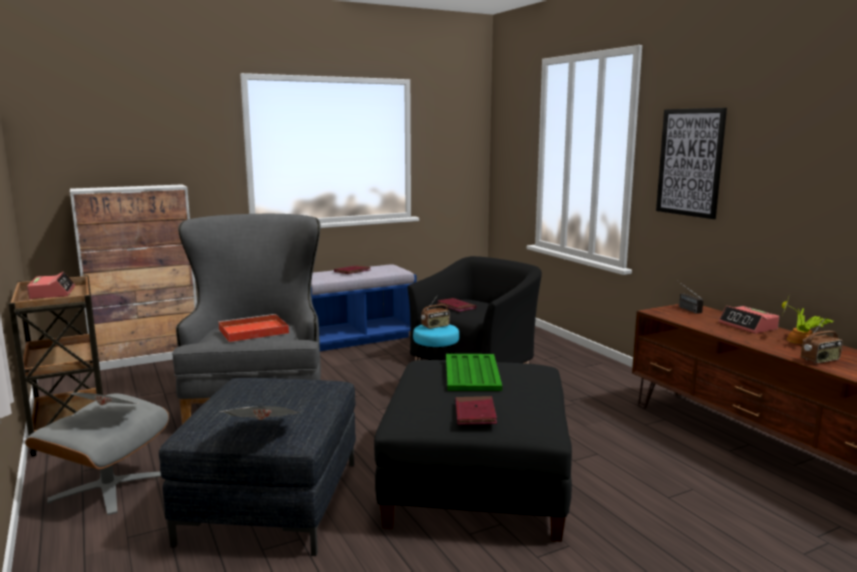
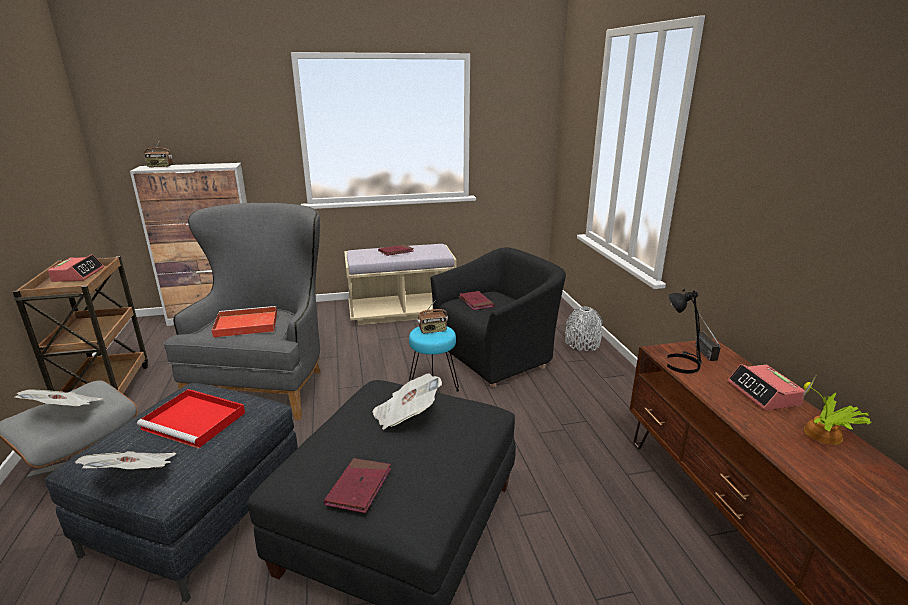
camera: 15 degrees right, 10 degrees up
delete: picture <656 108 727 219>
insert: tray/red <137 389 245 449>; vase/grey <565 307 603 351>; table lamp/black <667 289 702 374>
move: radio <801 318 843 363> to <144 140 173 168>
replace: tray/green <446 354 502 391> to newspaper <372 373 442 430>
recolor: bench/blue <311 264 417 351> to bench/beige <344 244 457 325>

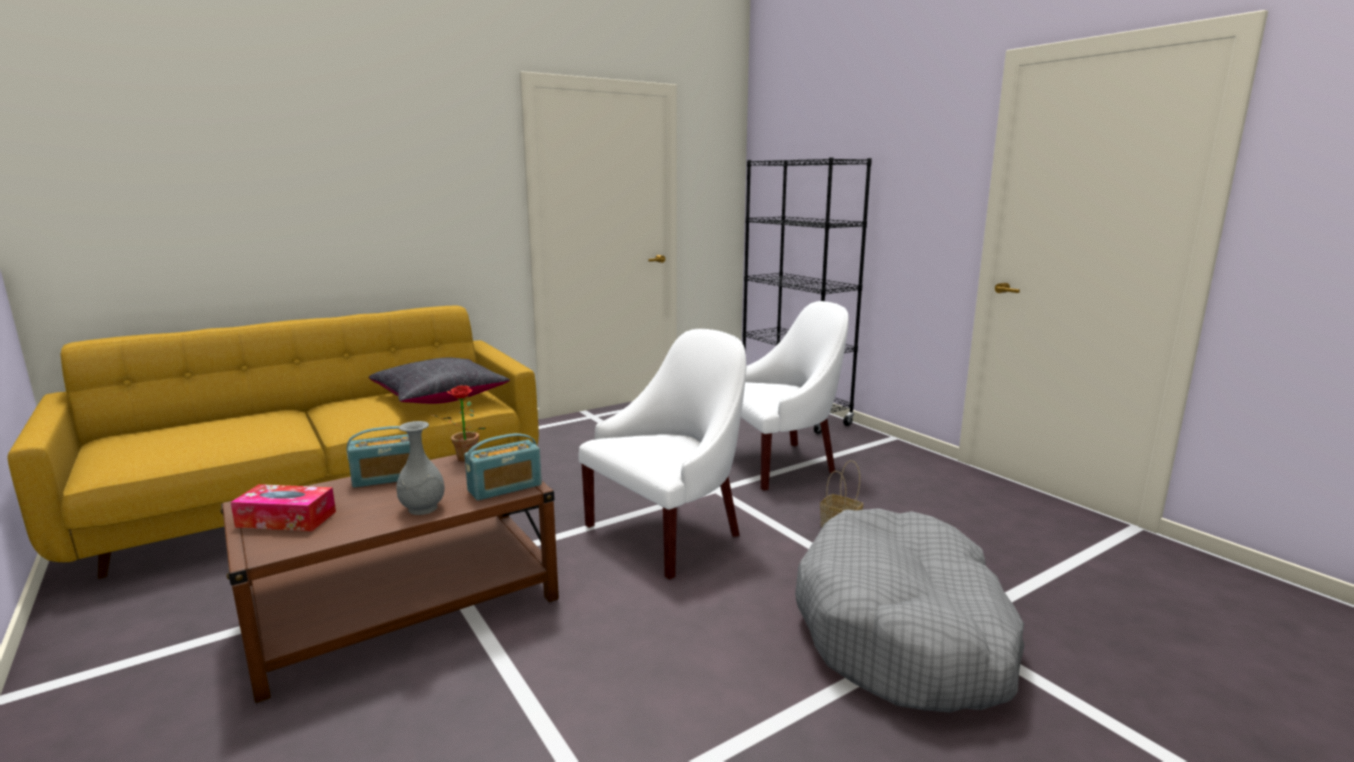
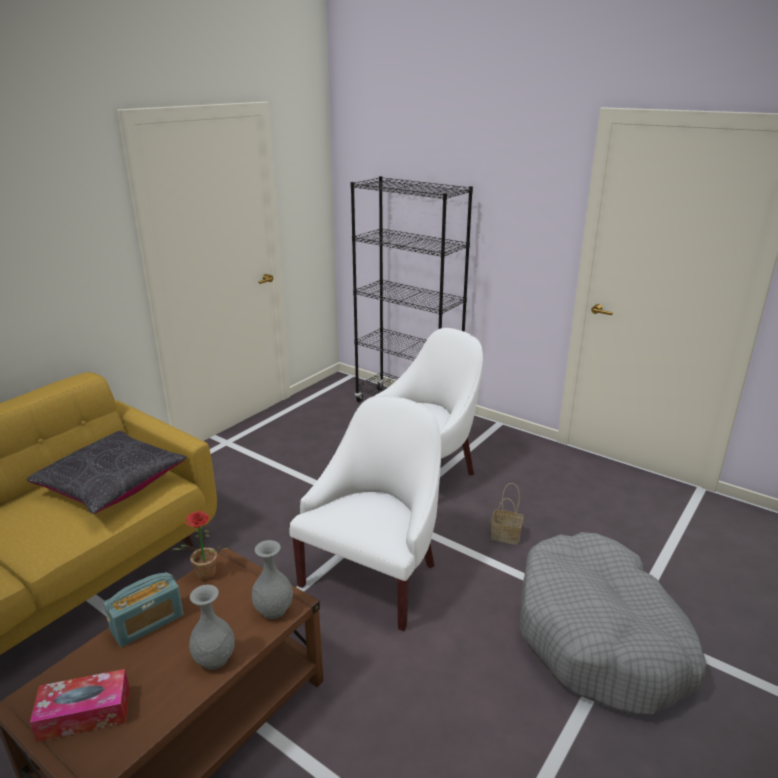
camera: 20 degrees left, 10 degrees up
replace: radio <464 433 542 501> to vase/grey <252 540 293 619>

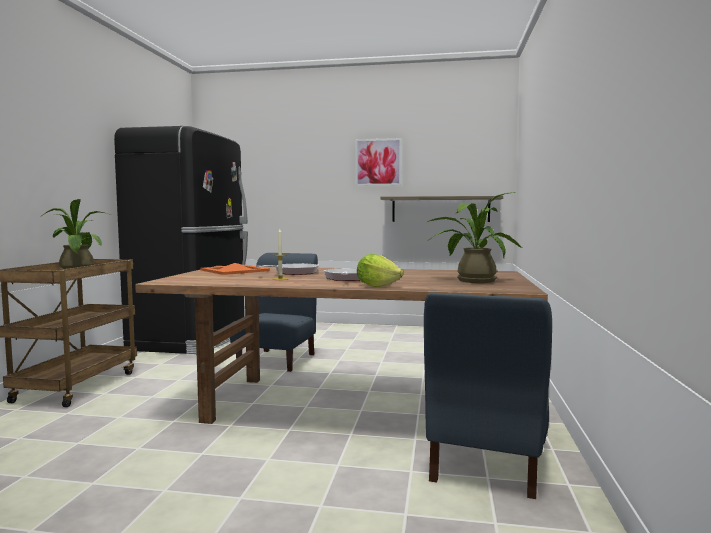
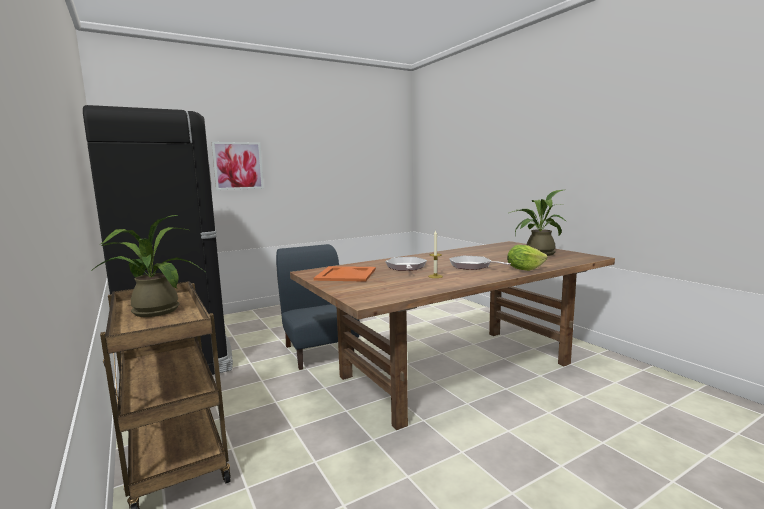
camera: 40 degrees left, 5 degrees up
delete: shelf <381 196 503 222>; chair/blue <424 292 552 499>
move: picture <355 138 402 186> to <212 142 264 190>

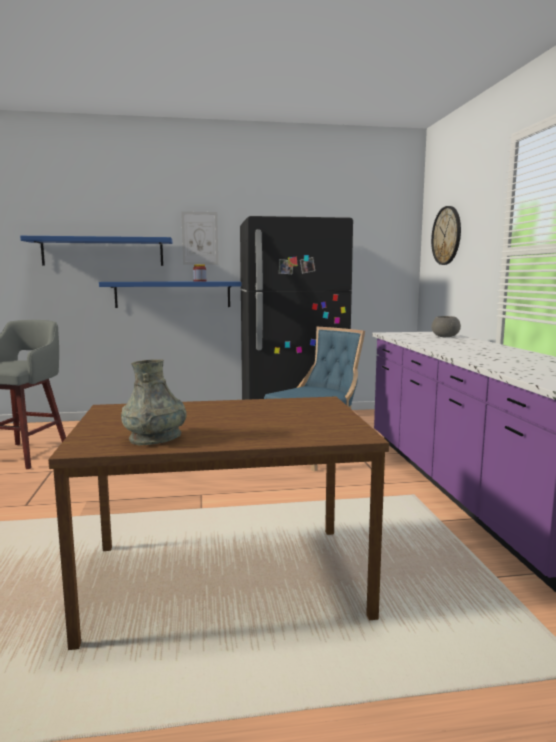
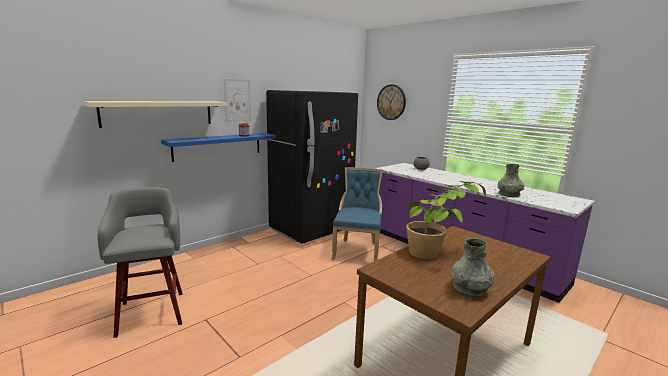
camera: 35 degrees left, 5 degrees up
insert: potted plant <406 181 486 259>; vase/grey <497 164 524 197>
recolor: shelf/blue <20 236 172 266> to shelf/beige <83 101 228 128>

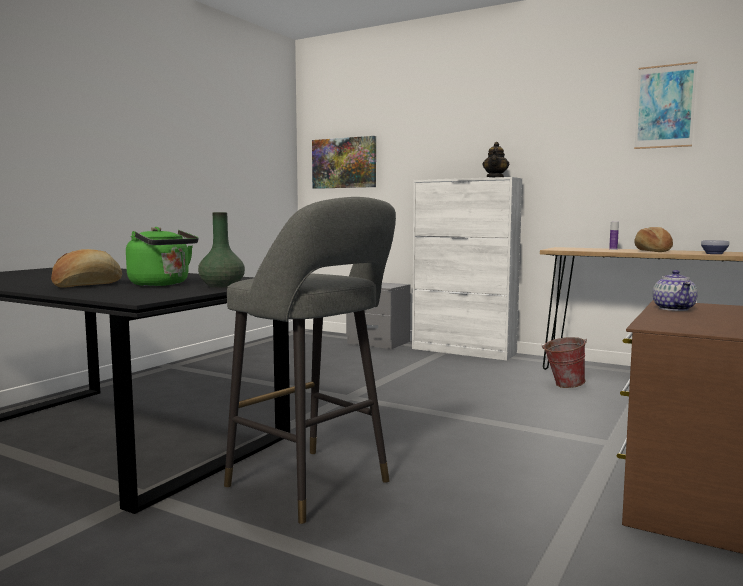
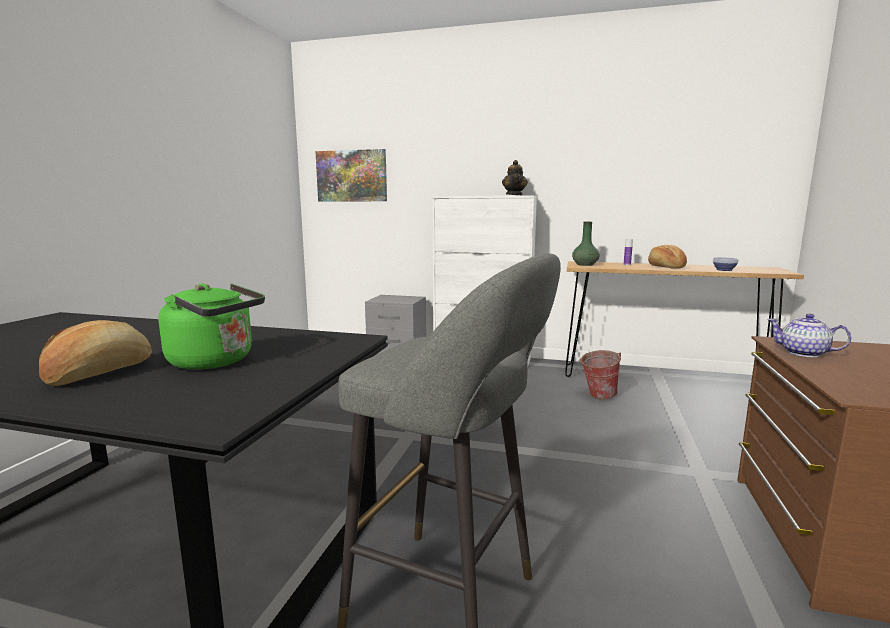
camera: 15 degrees left, 5 degrees up
delete: picture <634 62 697 149>
move: vase/green <198 212 245 288> to <572 222 600 266>
rotate: teapot <653 270 698 311> = <767 314 851 357> 135 degrees clockwise

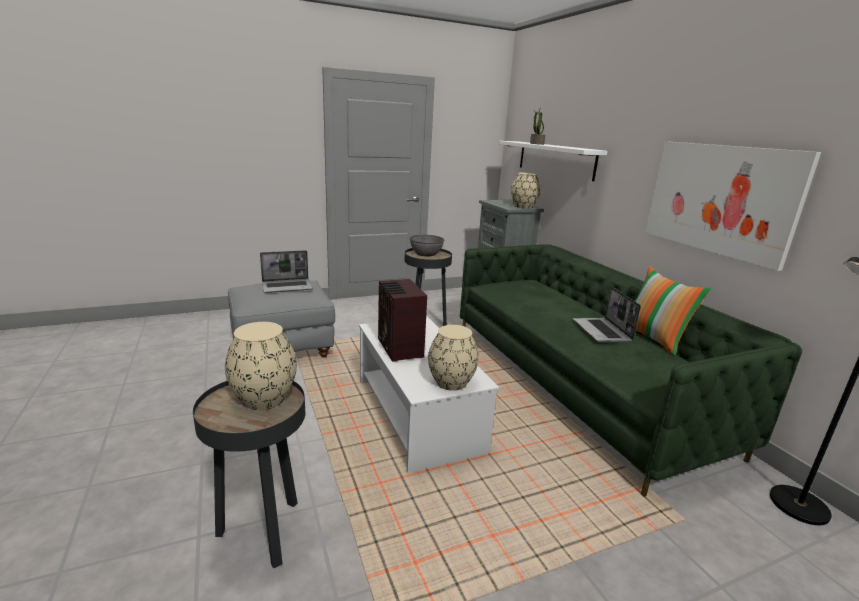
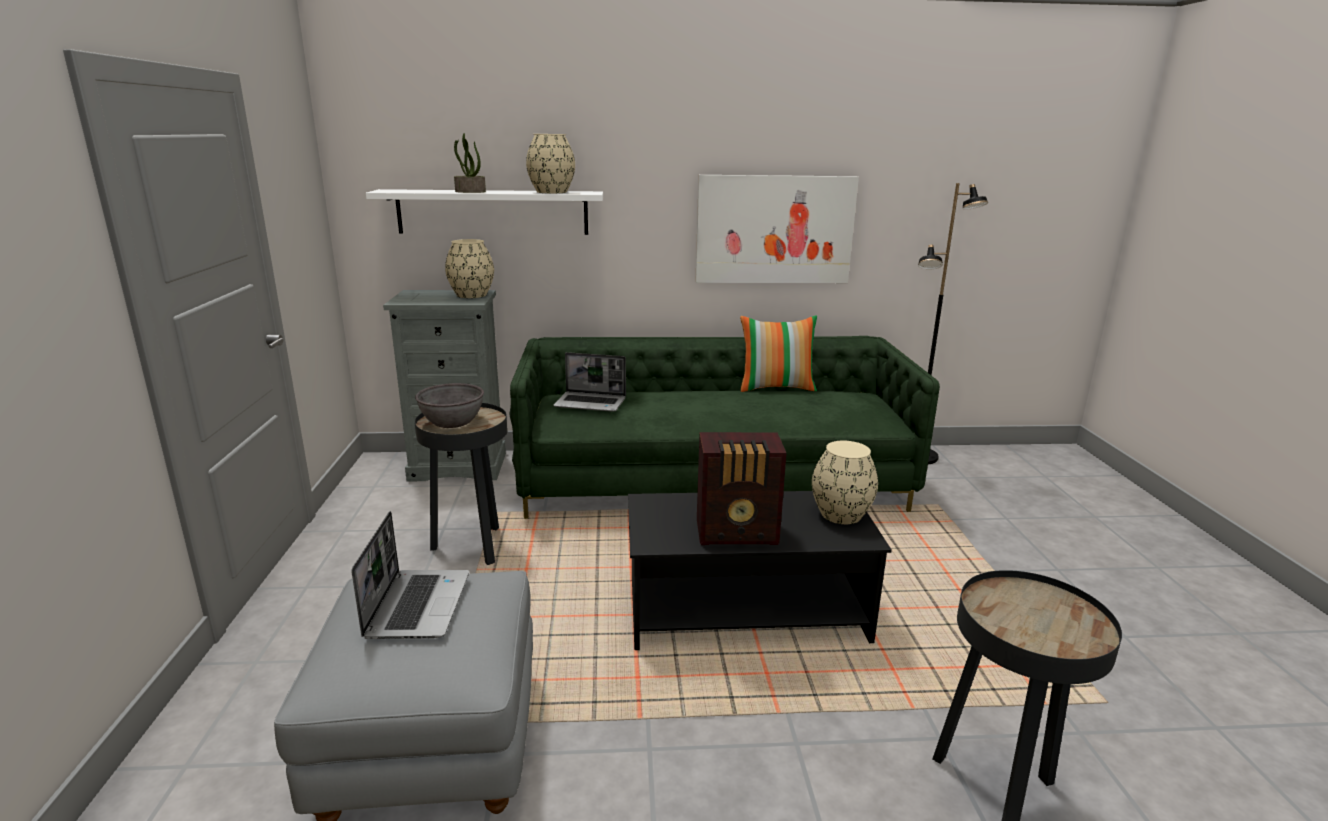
camera: 70 degrees left, 0 degrees up
move: vase/beige <225 322 297 410> to <526 134 575 193>; laptop <573 287 641 342> to <553 352 626 412>
recolor: coffee table/white <359 317 499 473> to coffee table/black <628 491 892 650>

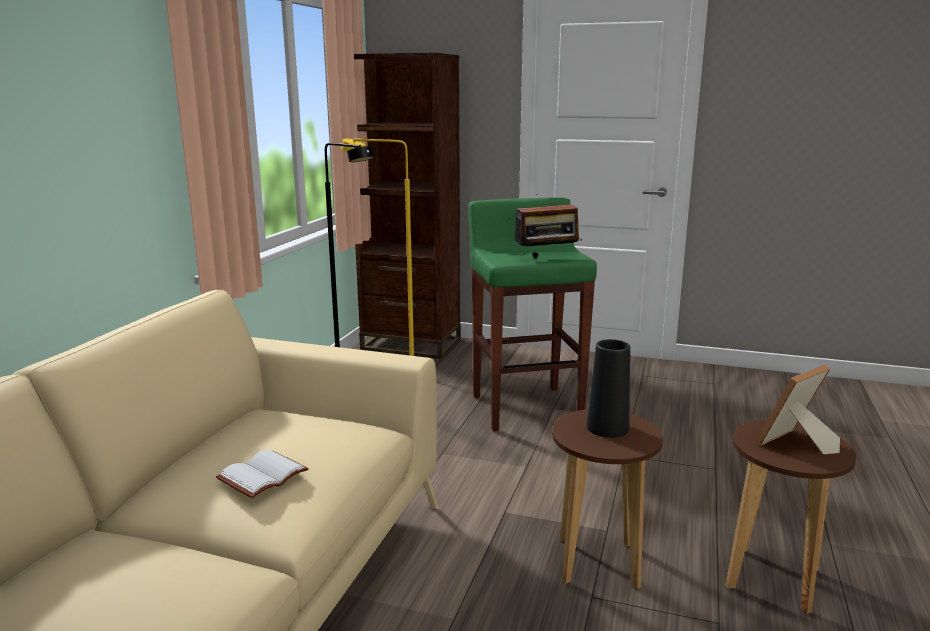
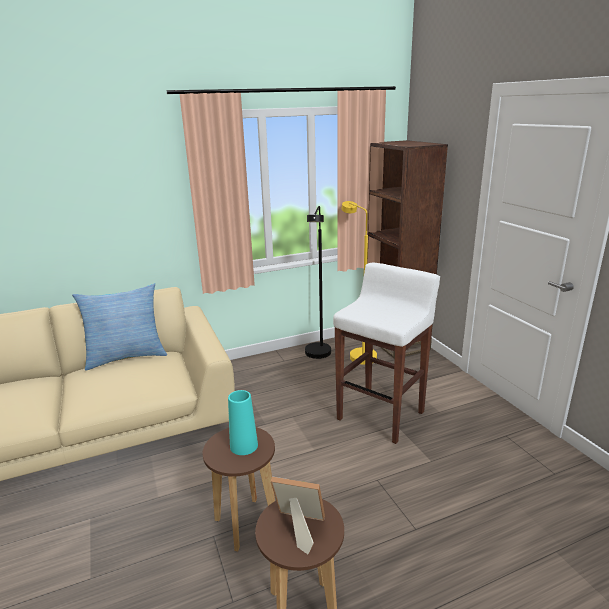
camera: 50 degrees right, 5 degrees up
delete: book/white <216 449 309 498>; radio <515 204 582 258>
insert: pillow <72 283 167 371>
recolor: stool/green <468 198 597 431> to stool/white <333 263 440 444>; vase/black <587 339 630 438> to vase/turquoise <228 390 258 455>

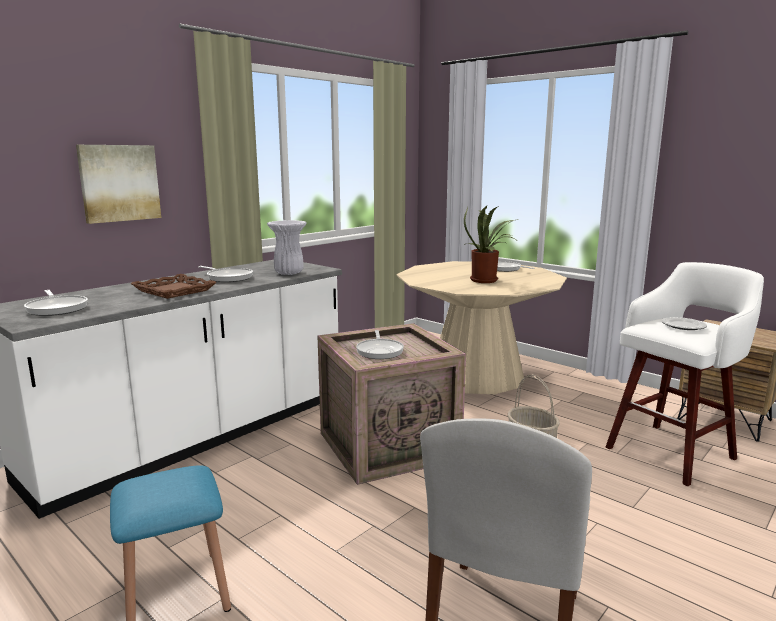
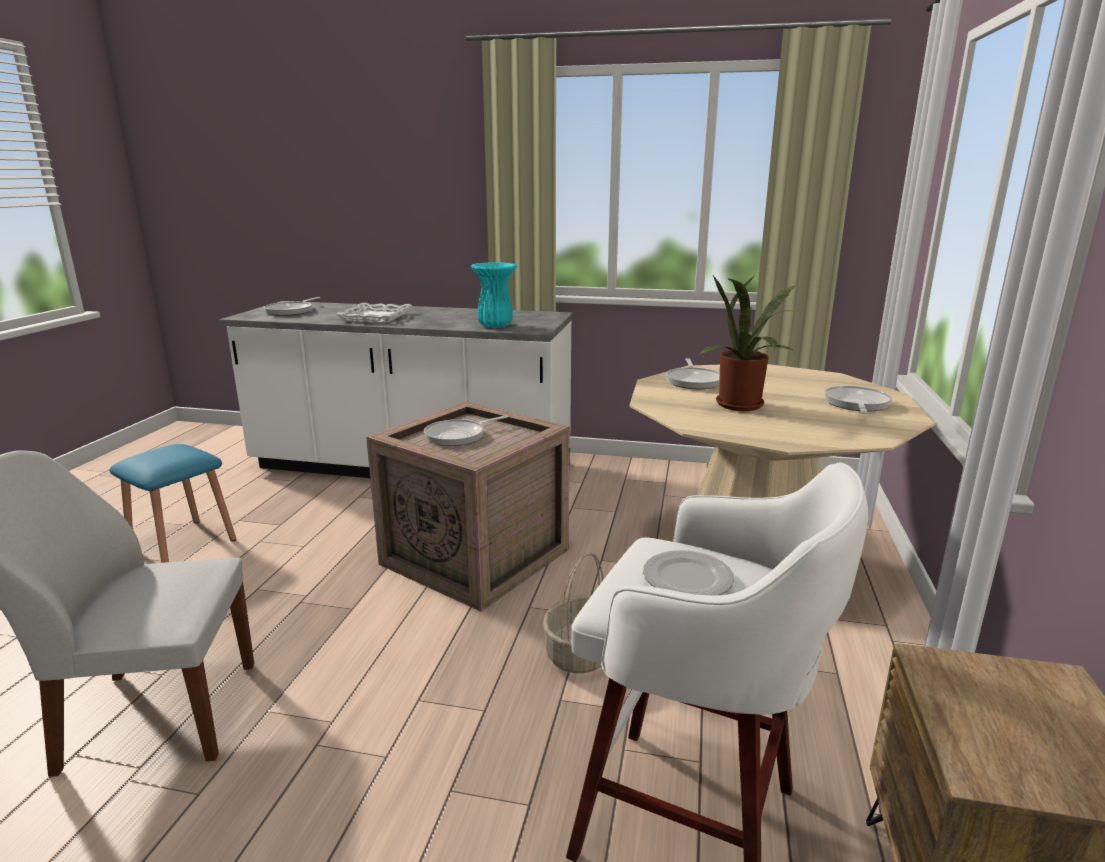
camera: 60 degrees right, 5 degrees up
delete: picture <76 145 161 224>
move: frying pan <198 266 253 282> to <666 358 720 389>
recolor: tray/brown <130 274 217 299> to tray/white <335 303 412 323>; vase/white <267 220 307 275> to vase/turquoise <471 262 517 328>

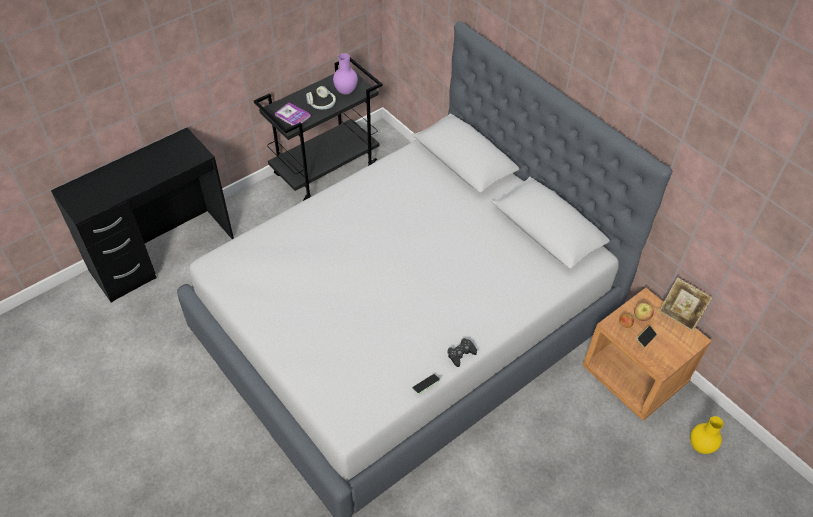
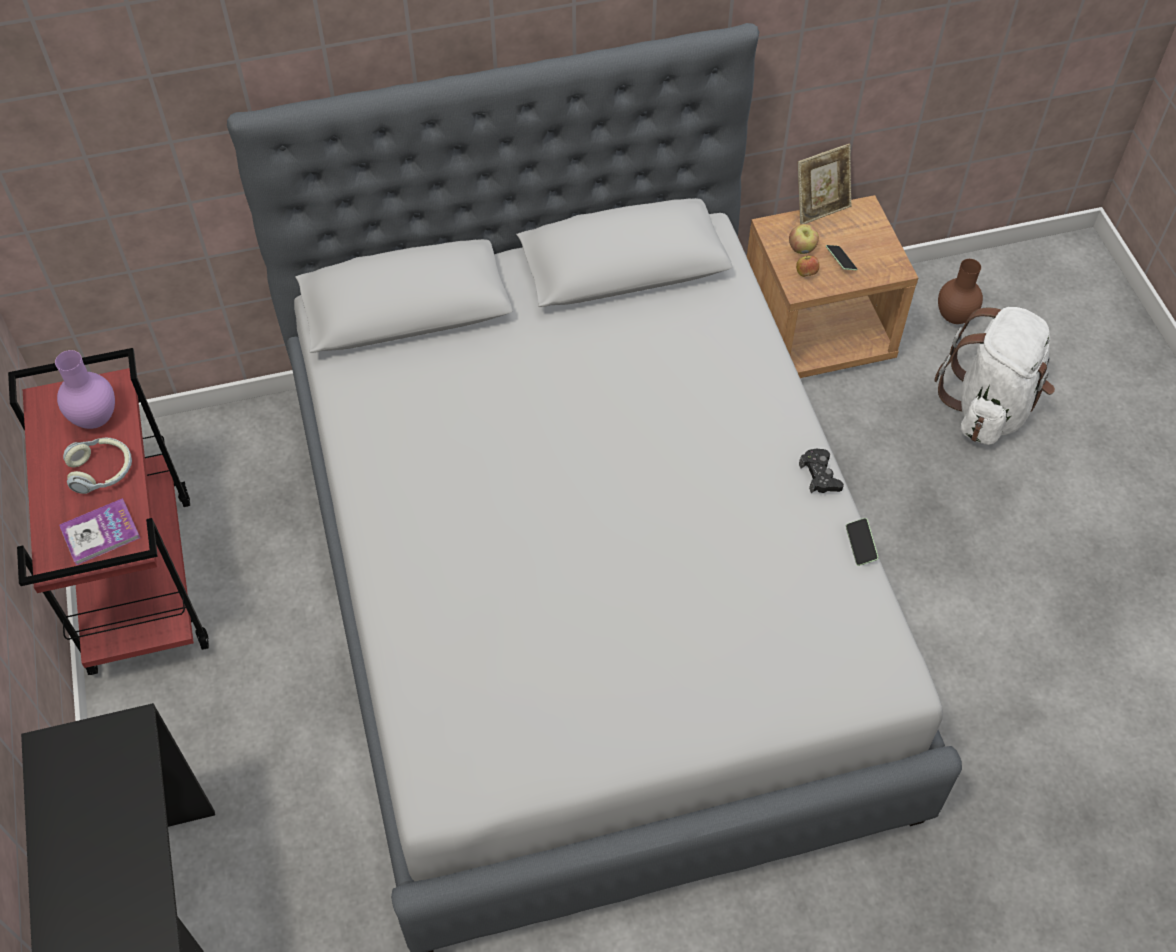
camera: 65 degrees left, 5 degrees up
insert: backpack/white <934 307 1055 445>
recolor: cart/black <254 57 383 201> to cart/red <8 348 209 675>; vase/yellow <690 416 724 454> to vase/brown <938 259 983 324>

